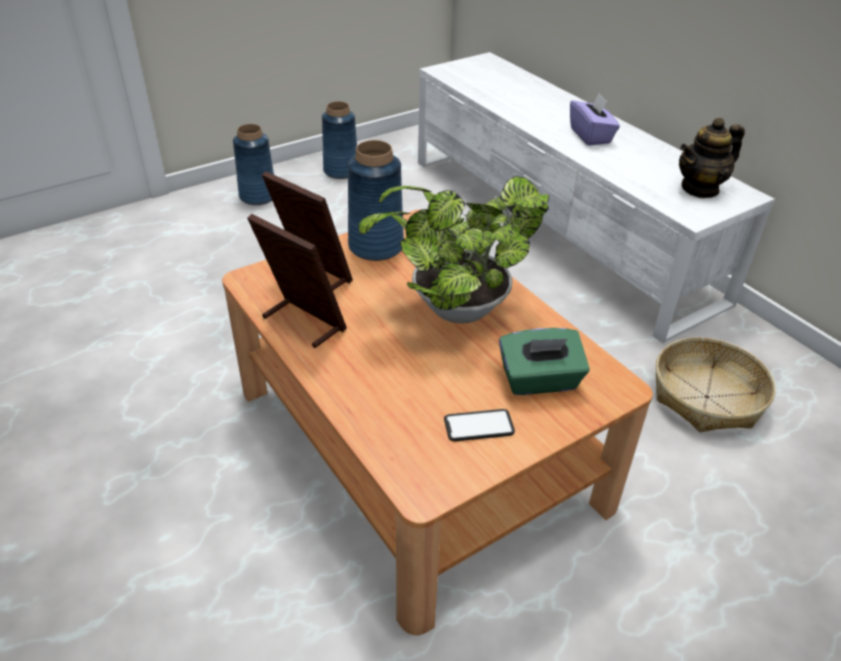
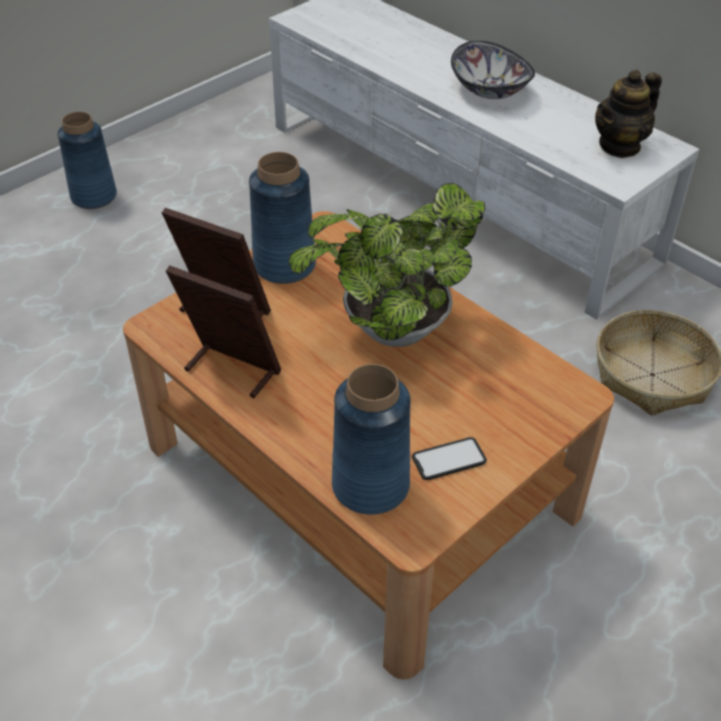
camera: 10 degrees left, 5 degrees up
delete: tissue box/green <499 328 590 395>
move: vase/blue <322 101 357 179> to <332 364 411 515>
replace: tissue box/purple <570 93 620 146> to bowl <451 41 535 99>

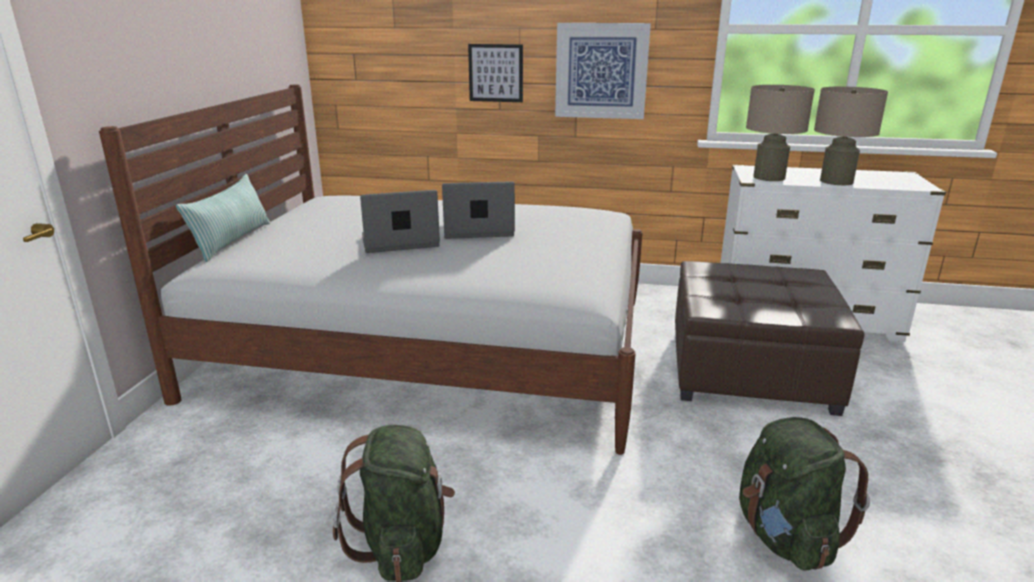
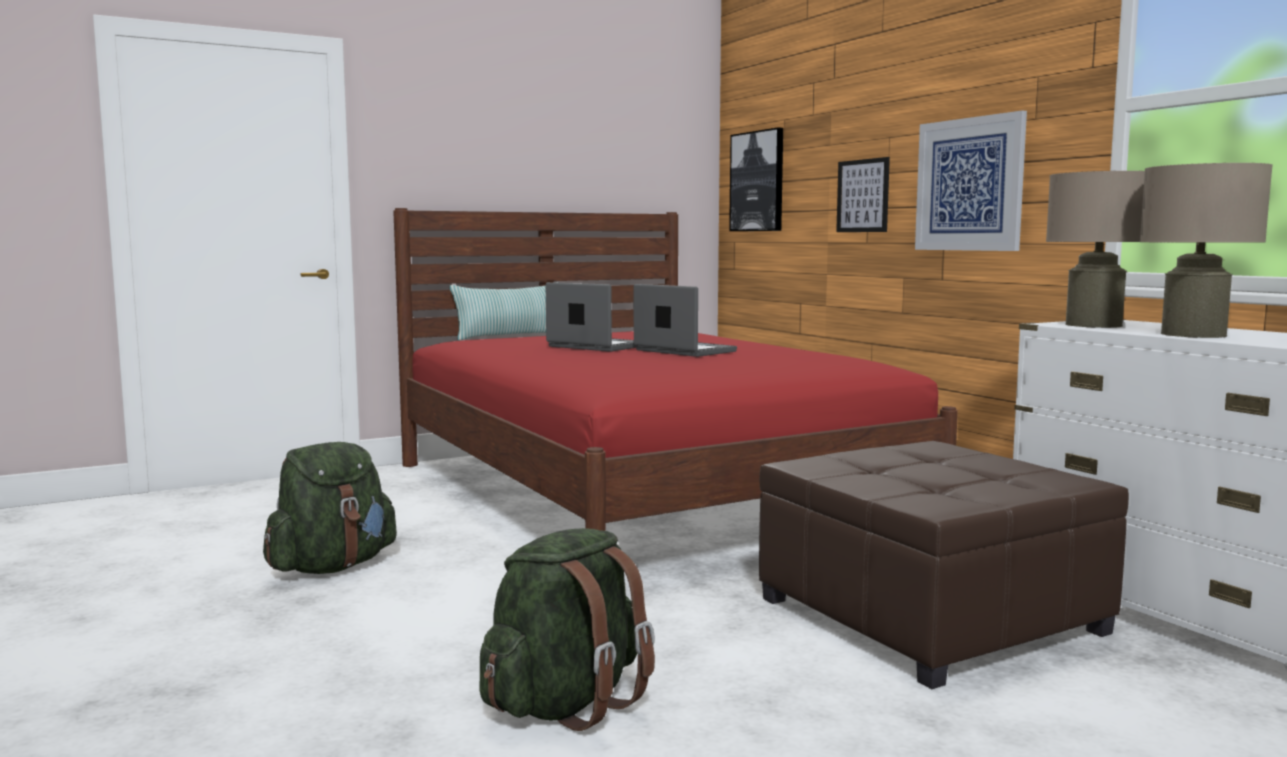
camera: 50 degrees right, 15 degrees down
insert: picture <729 127 783 231>
recolor: bed/white <99 84 642 455> to bed/red <393 208 958 531>

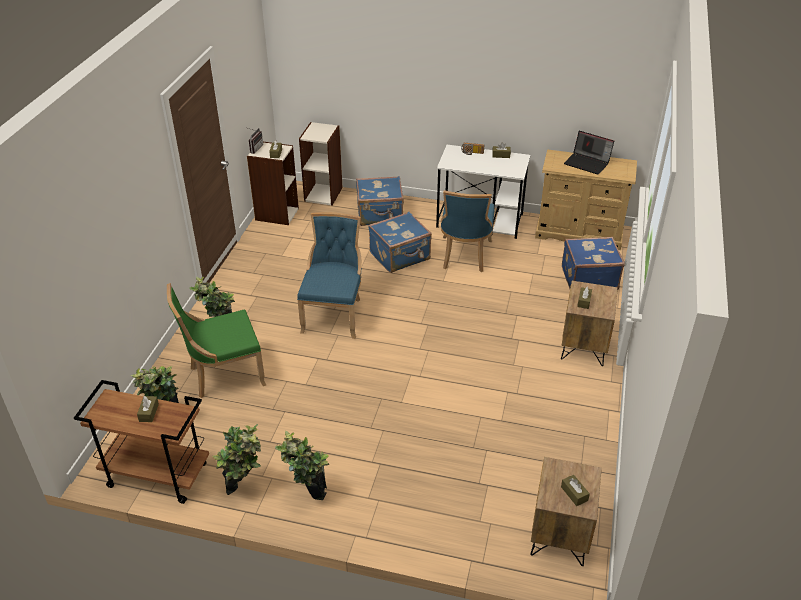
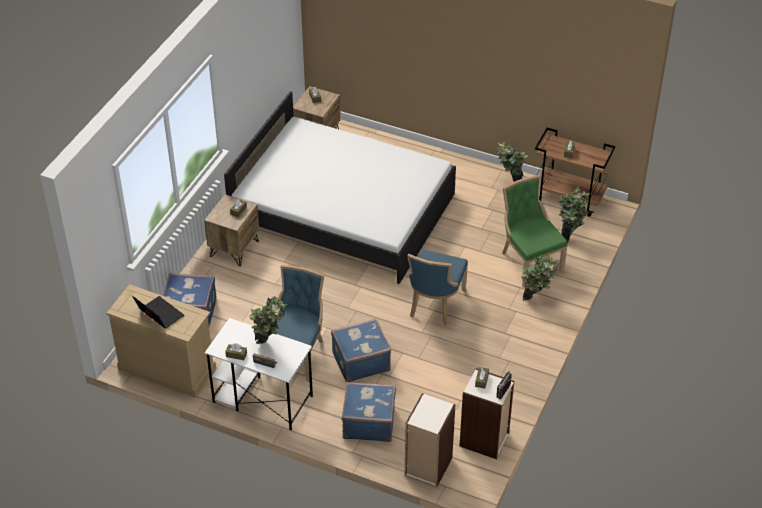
camera: 170 degrees left, 5 degrees up
insert: bed/white <224 91 456 284>
move: potted plant <275 431 329 500> to <249 296 288 344>
rotate: chair/green <167 283 266 398> = <502 175 568 288> 105 degrees counterclockwise

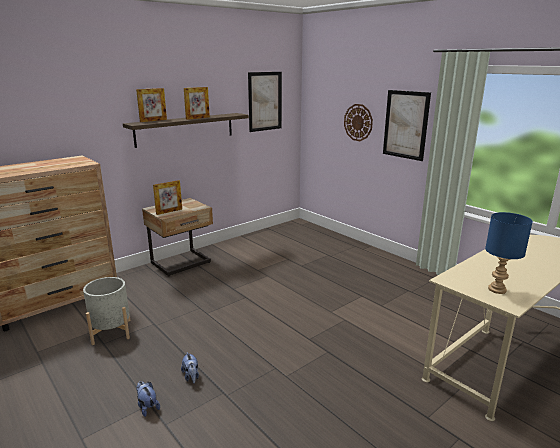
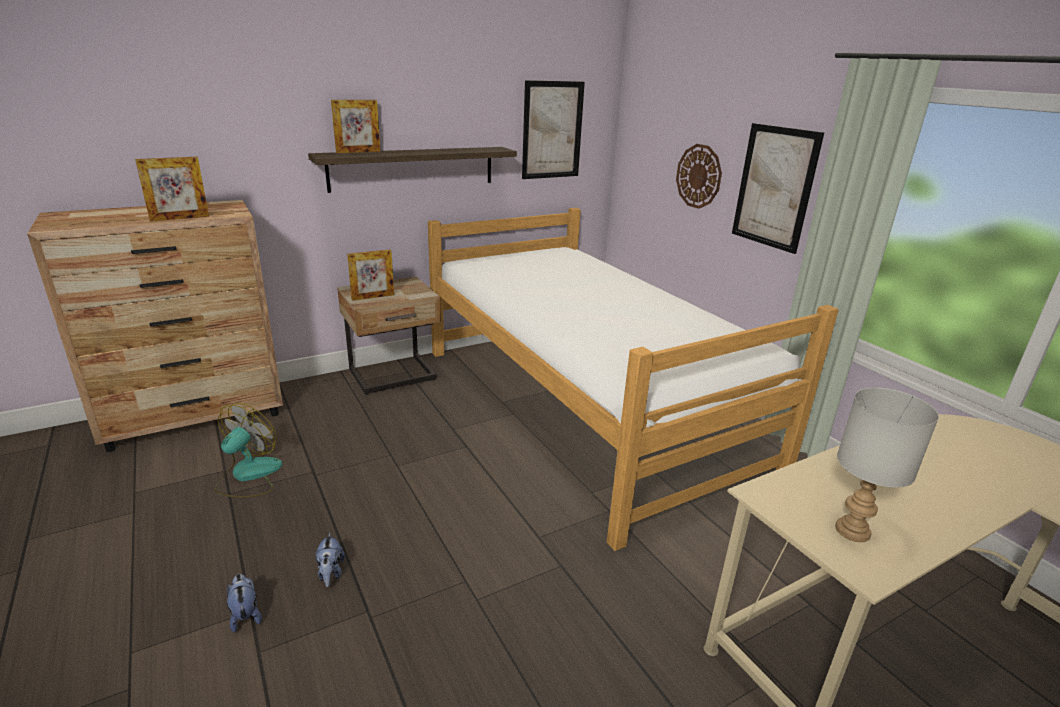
camera: 10 degrees right, 5 degrees up
insert: bed <428 208 839 551>
move: picture frame <184 87 210 120> to <135 157 209 222>
replace: planter/grey <83 277 130 345> to fan <215 403 283 498>
recolor: table lamp/blue <485 212 533 294> to table lamp/grey <835 387 939 542>

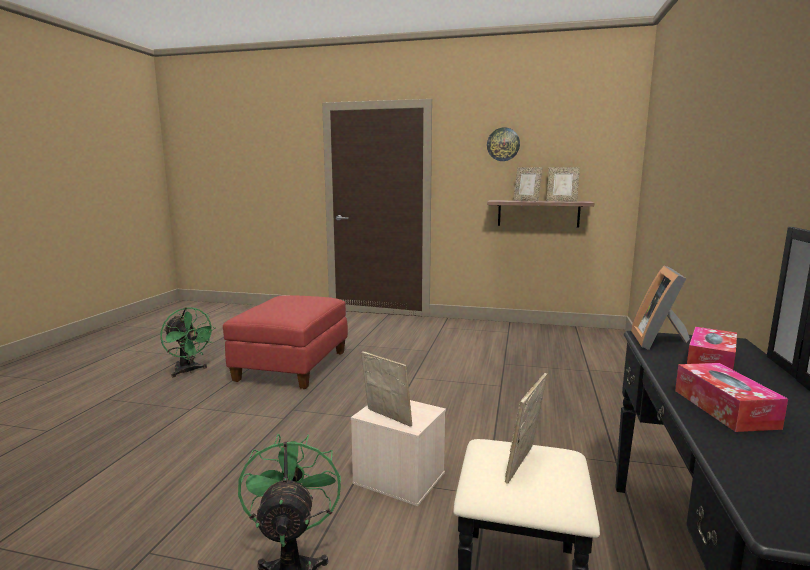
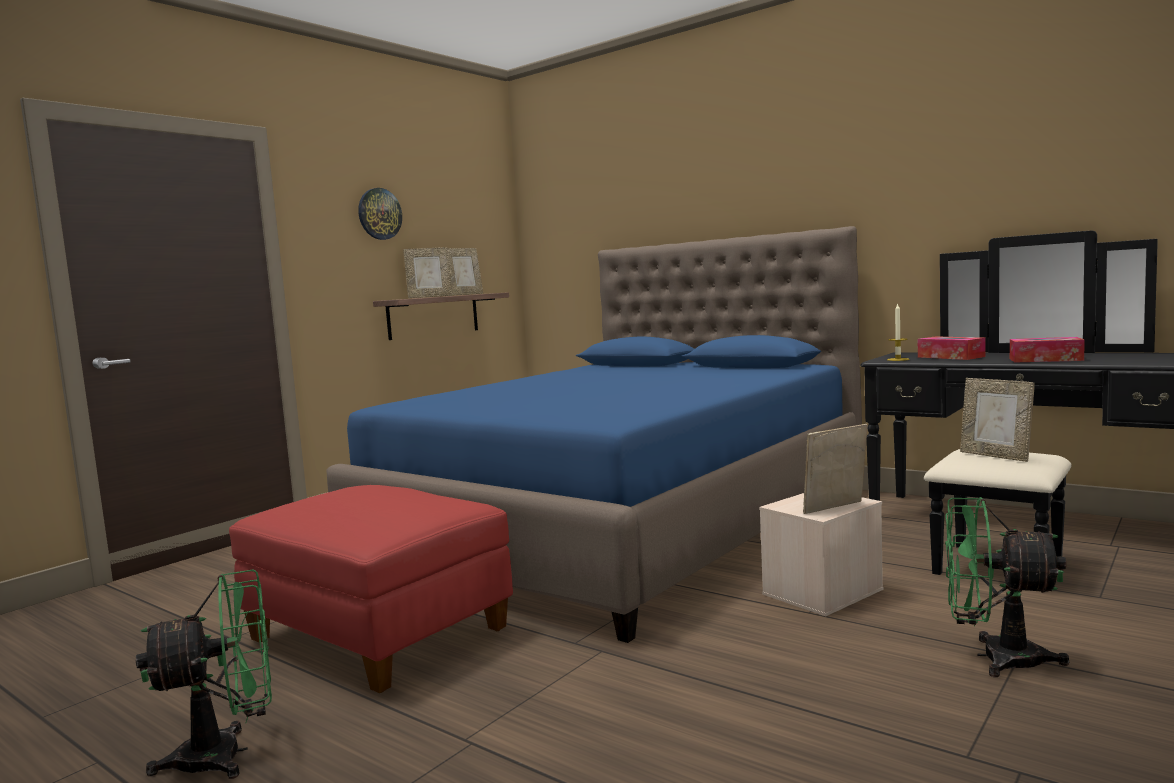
camera: 65 degrees left, 5 degrees down
insert: bed/blue <326 226 862 643>
replace: picture frame <631 266 690 350> to candle <887 303 909 361>

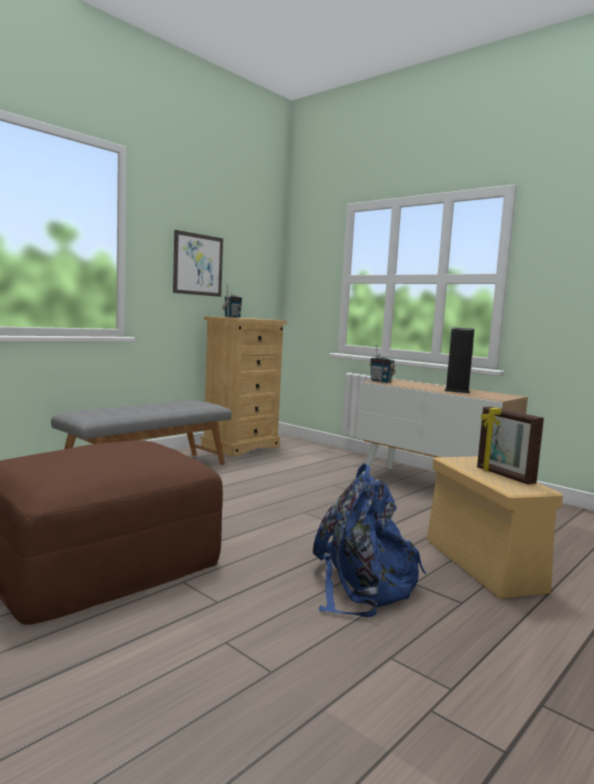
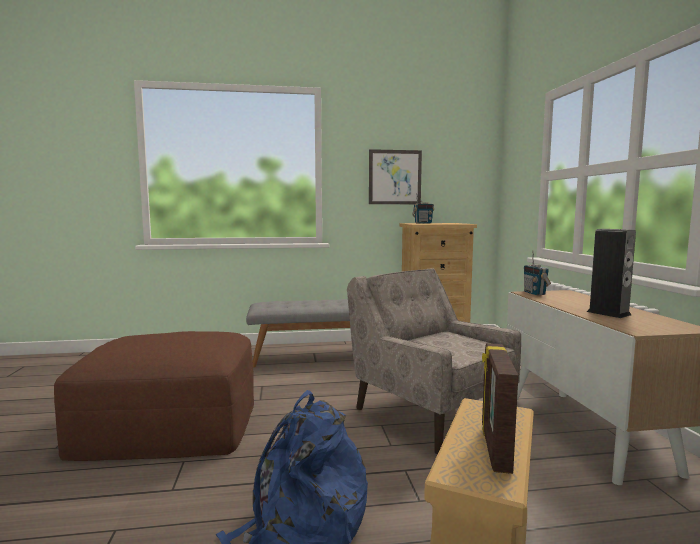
camera: 40 degrees right, 0 degrees up
insert: armchair/beige <347 268 521 454>

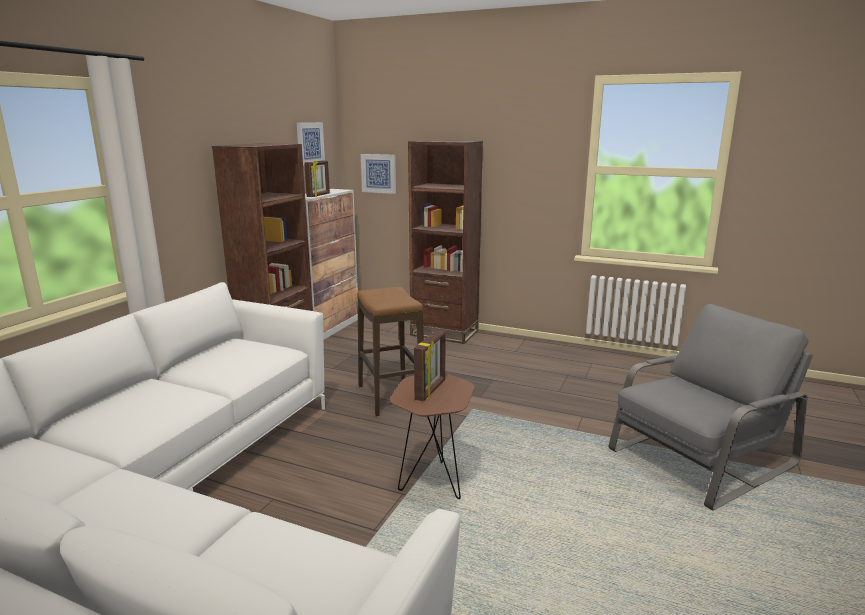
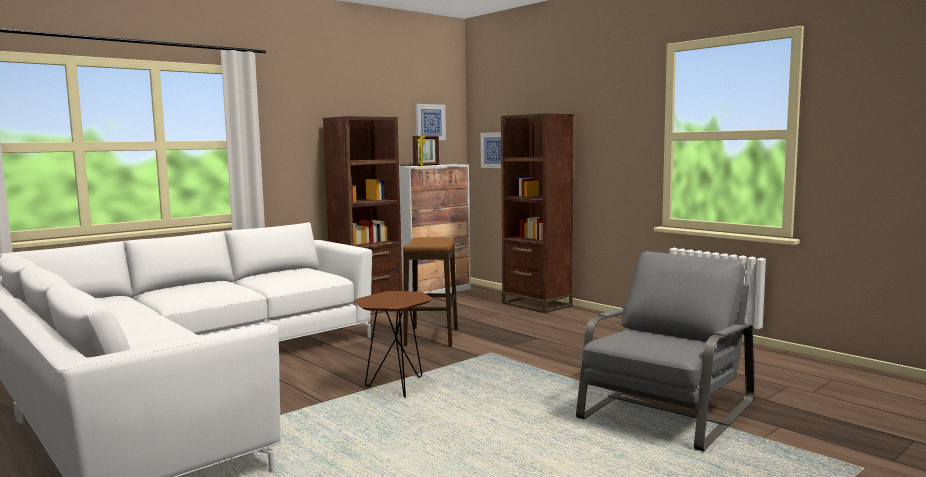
camera: 25 degrees right, 10 degrees down
delete: picture frame <414 330 446 402>
rotate: armchair/grey <608 304 813 511> = <576 251 754 451> 45 degrees counterclockwise

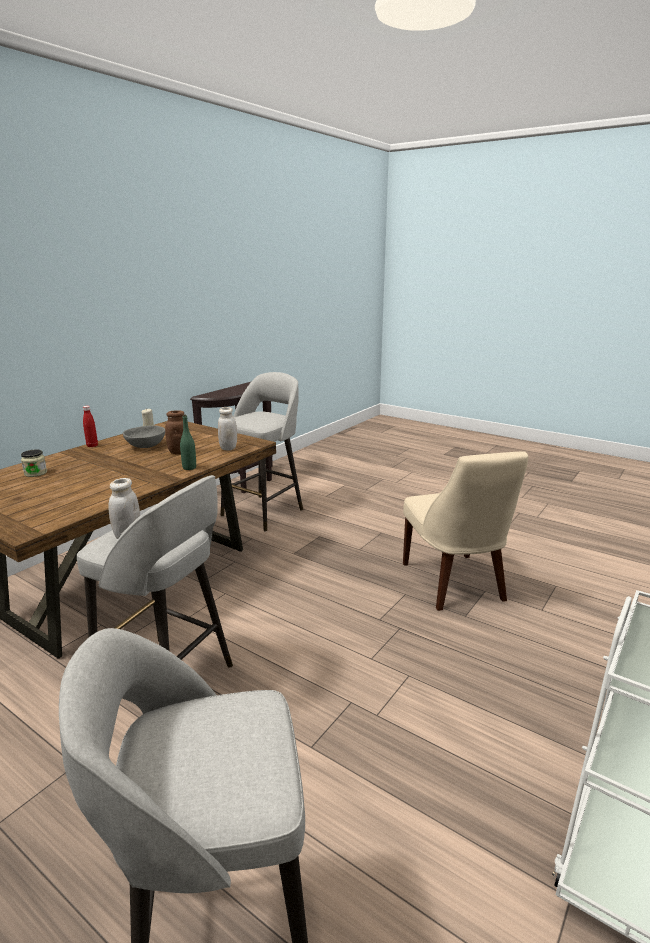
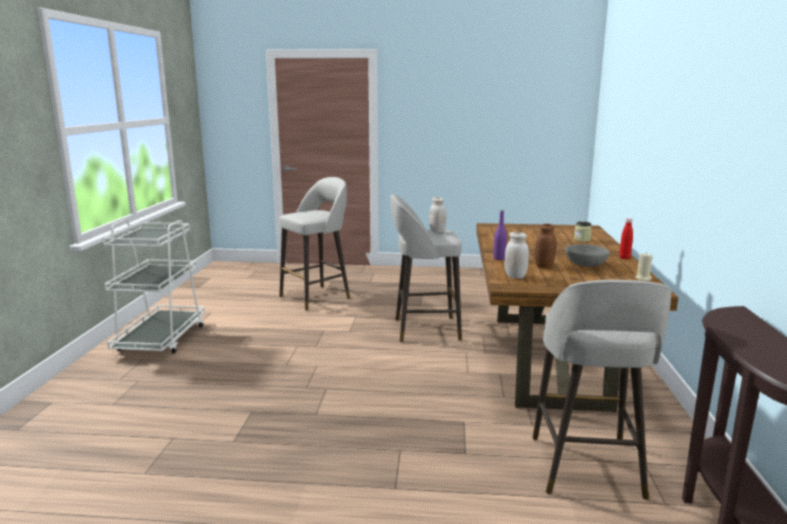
camera: 150 degrees right, 5 degrees down
delete: chair/beige <403 451 528 611>
recolor: bottle/green <180 415 196 470> to bottle/purple <493 210 507 260>

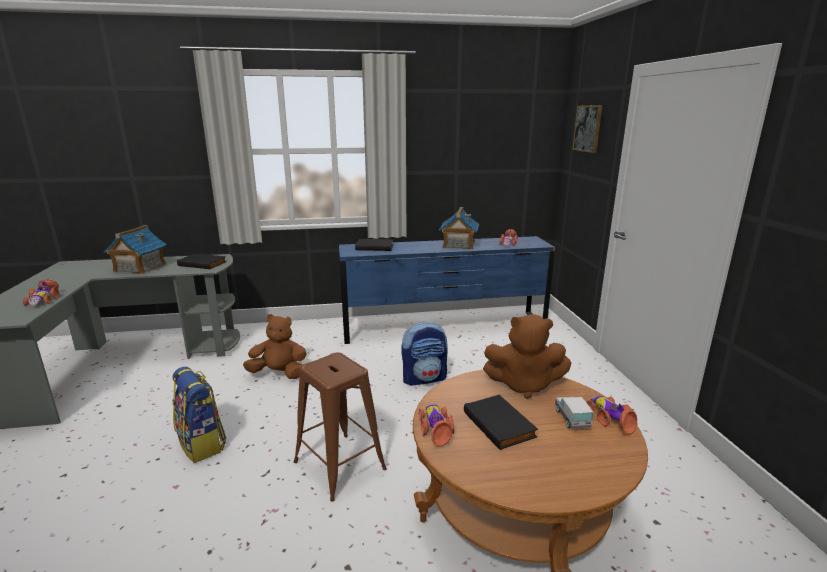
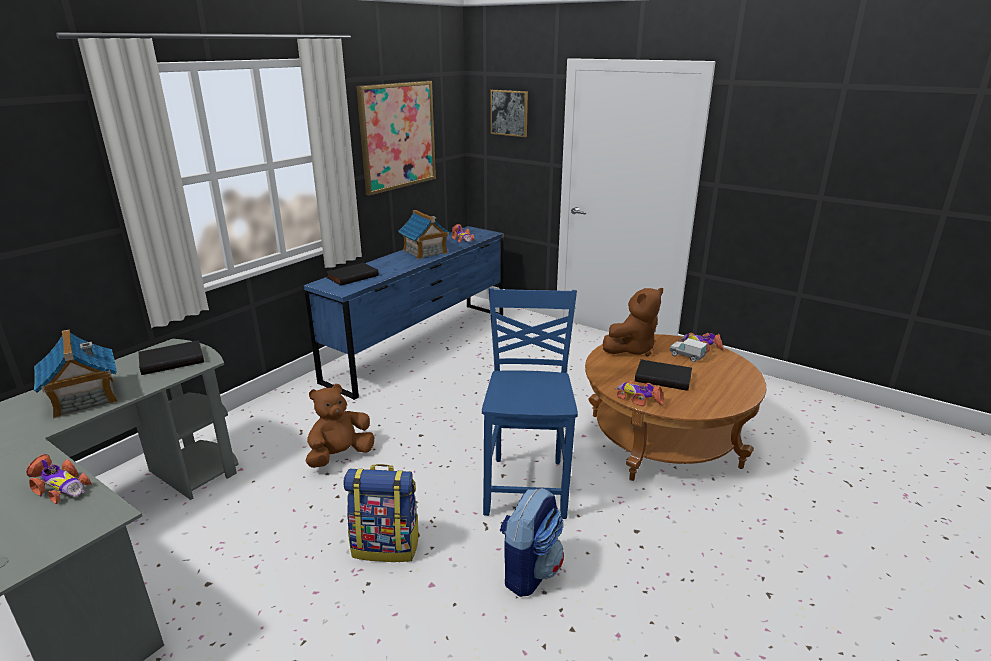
camera: 45 degrees left, 5 degrees up
insert: picture <356 81 436 196>
move: backpack <402 322 448 385> to <499 488 564 597>
replace: stool/brown <294 352 387 502> to chair/blue <482 288 578 519>

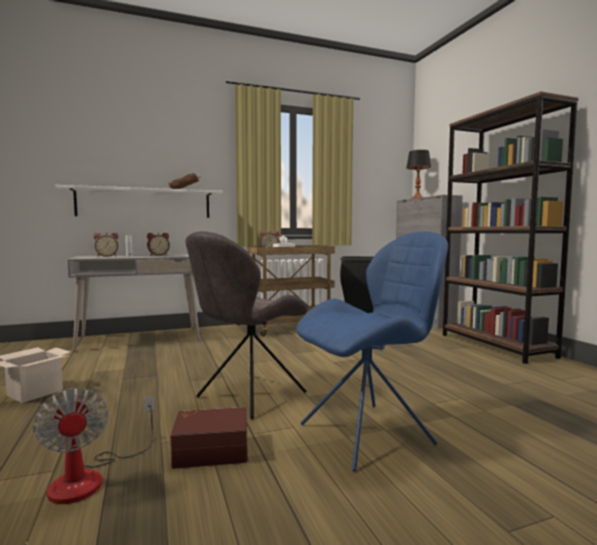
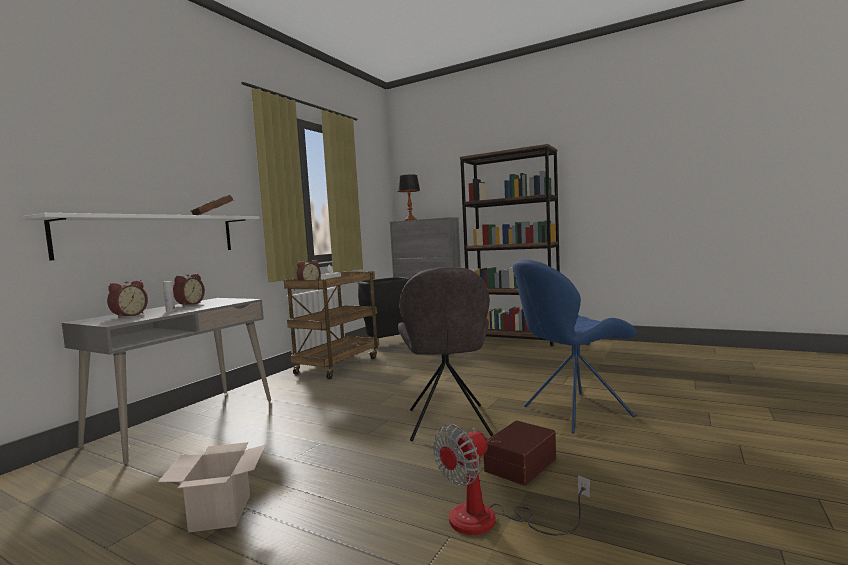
camera: 40 degrees left, 0 degrees up
rotate: fan <33 388 155 504> = <433 424 590 536> 120 degrees clockwise; chair/blue <296 231 448 471> = <513 259 637 433> 135 degrees counterclockwise

